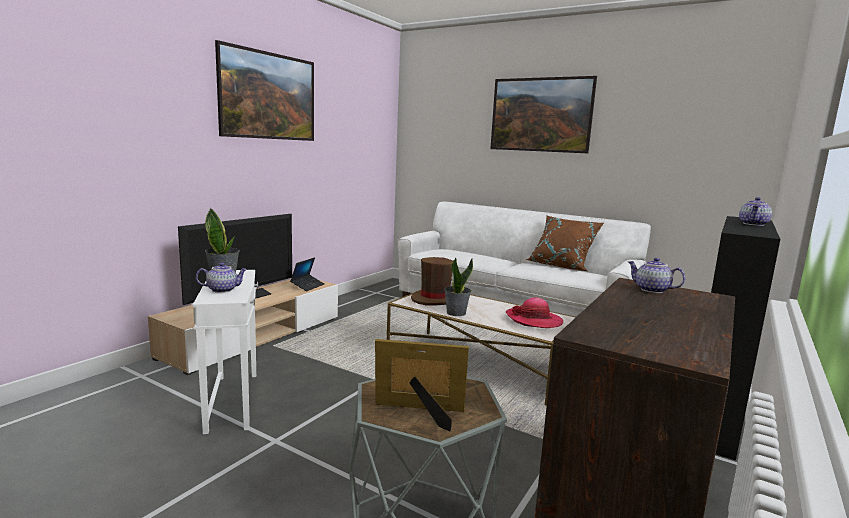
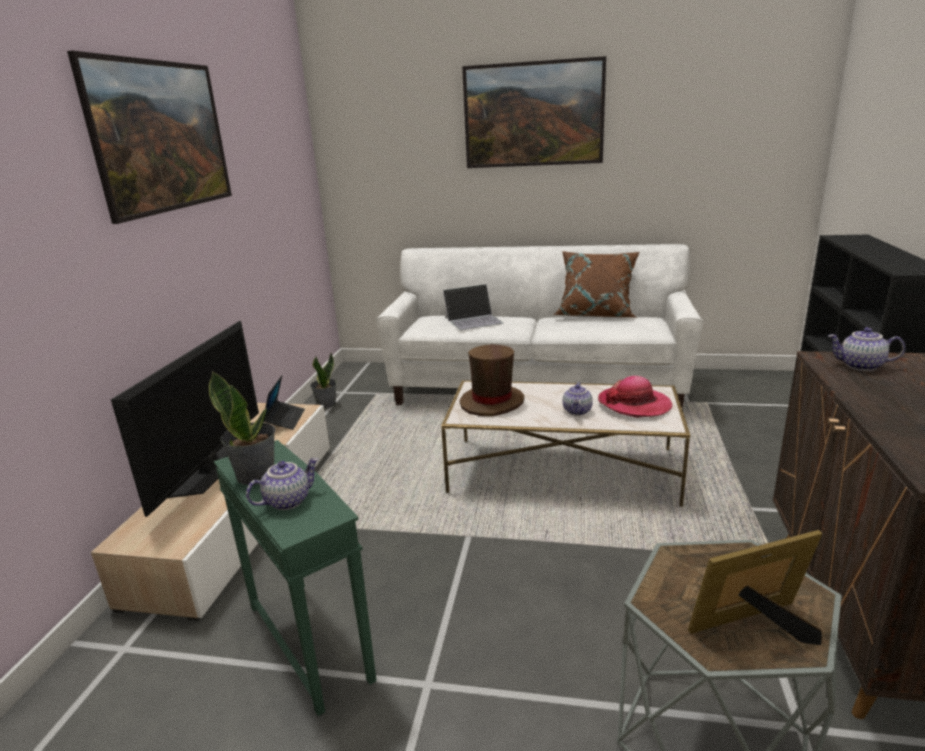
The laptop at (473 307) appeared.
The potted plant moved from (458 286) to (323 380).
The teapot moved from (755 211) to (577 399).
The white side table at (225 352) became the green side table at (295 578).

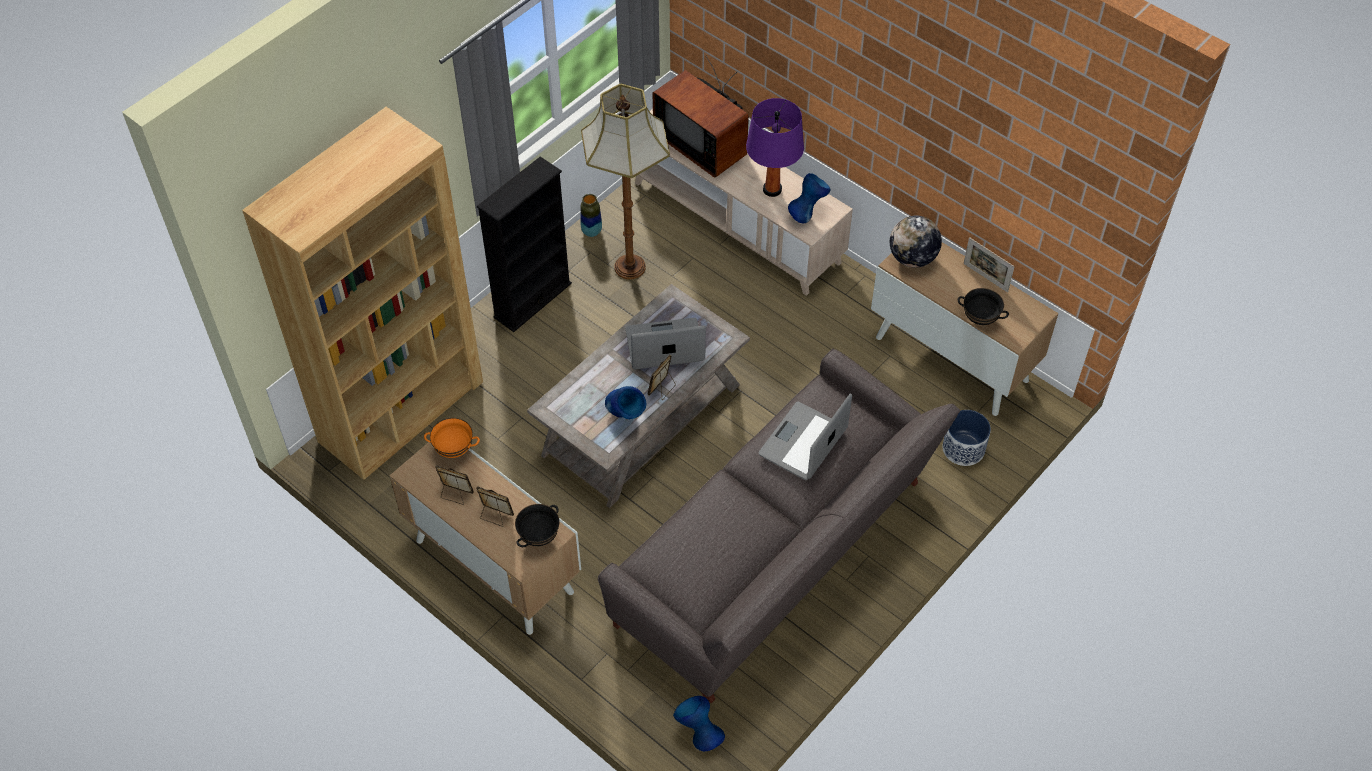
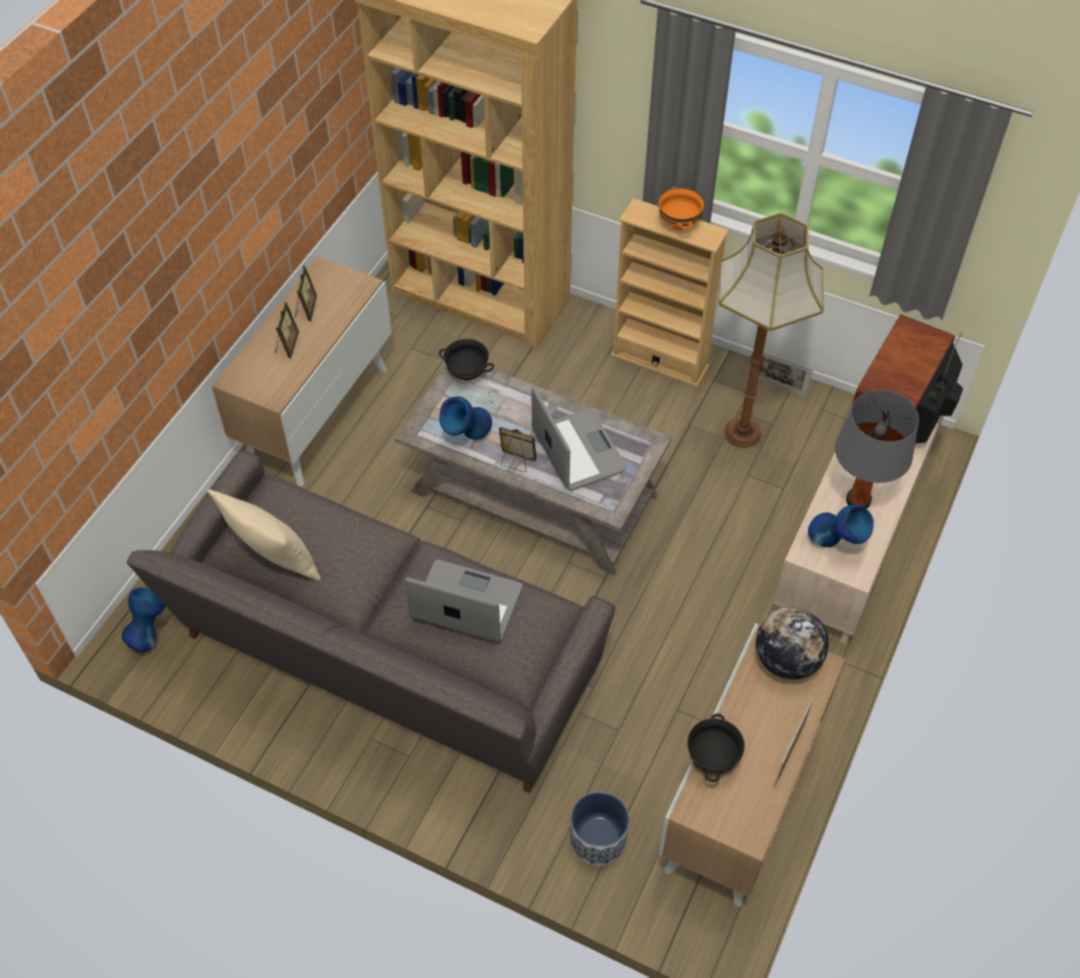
The beige pillow at (264 534) appeared.
The orange bowl moved from (452 438) to (681 208).
The black bowl moved from (537 525) to (466 359).
The vase at (591 215) was replaced by the picture frame at (785 374).
The black bookcase at (524 244) became the beige bookcase at (670 292).
The purple table lamp at (775 147) became the grey table lamp at (877 449).

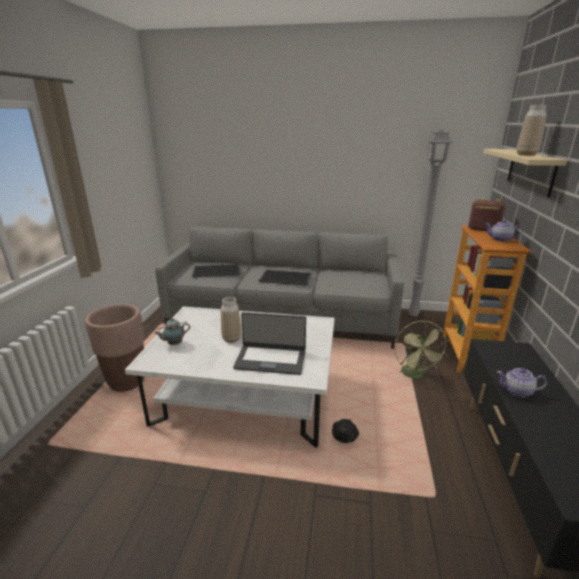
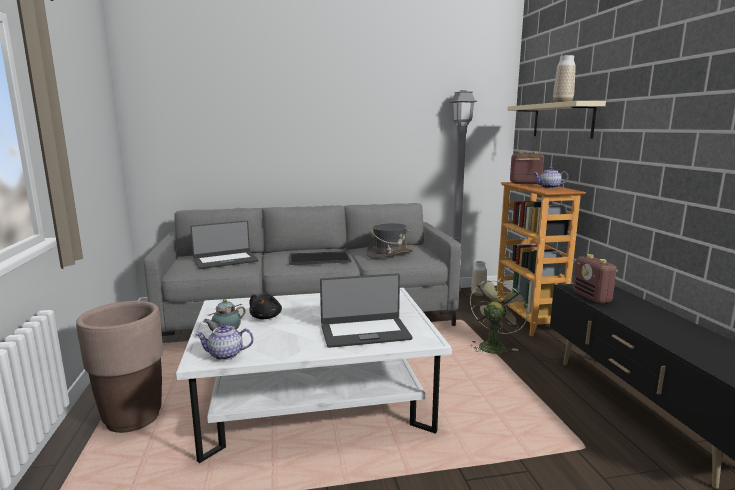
The grey hat at (389 241) appeared.
The radio at (595 278) appeared.
The vase moved from (231 320) to (479 278).
The black plush toy moved from (345 431) to (265 306).
The teapot moved from (522 383) to (224 342).
The tray at (216 270) was replaced by the laptop at (224 245).
The green fan at (421 350) turned 120 degrees counterclockwise.

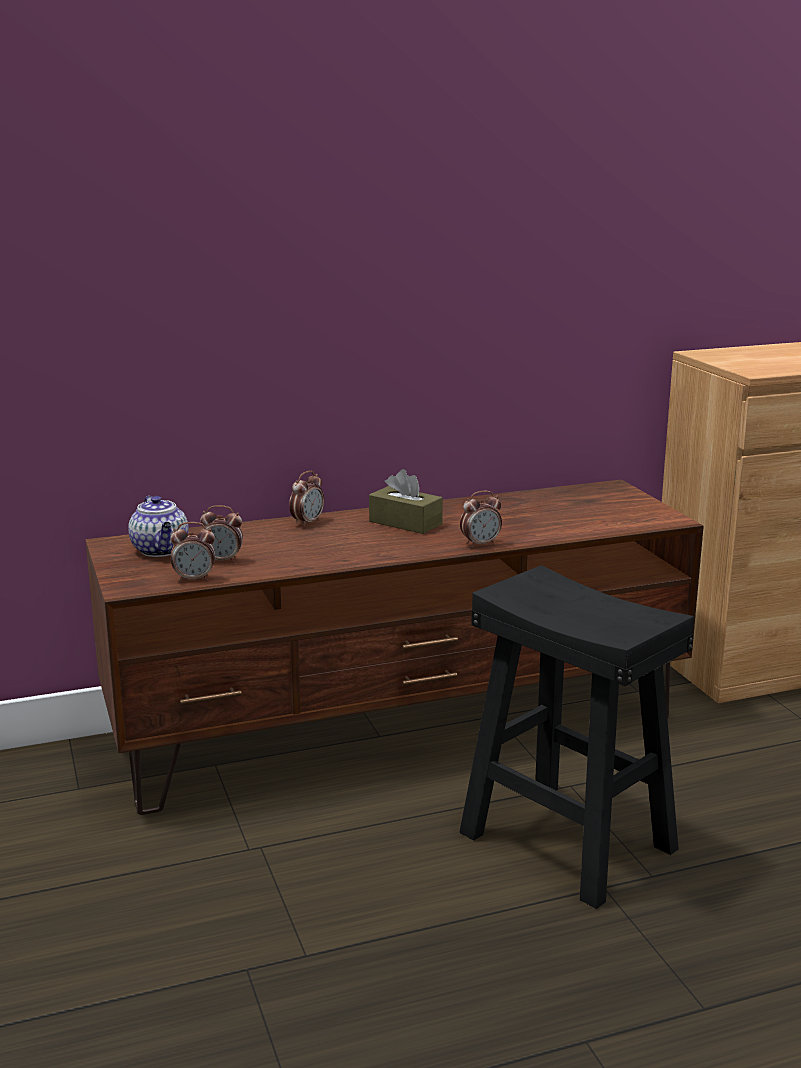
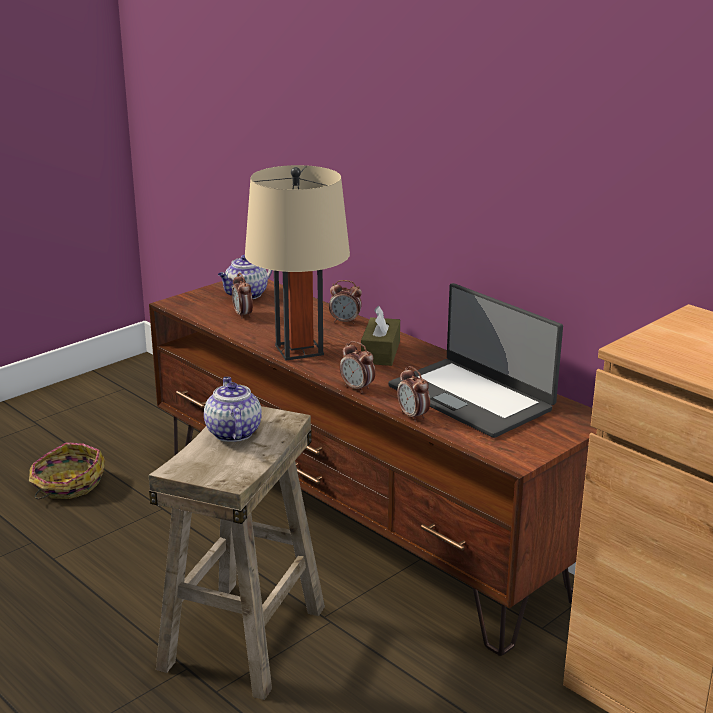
The basket at (67 470) appeared.
The teapot at (233 409) appeared.
The beige table lamp at (297 262) appeared.
The laptop at (475 360) appeared.
The alarm clock moved from (193 552) to (413 394).
The black stool at (576 737) became the beige stool at (237 553).

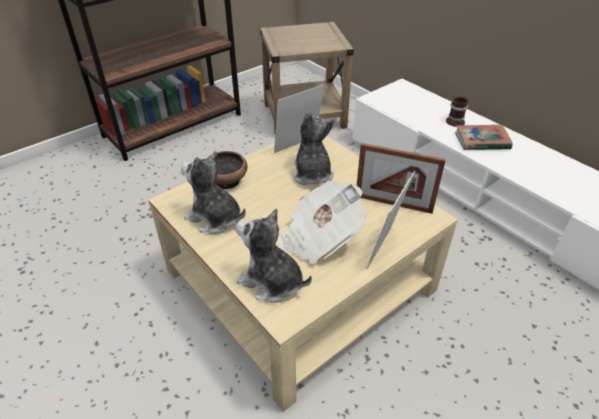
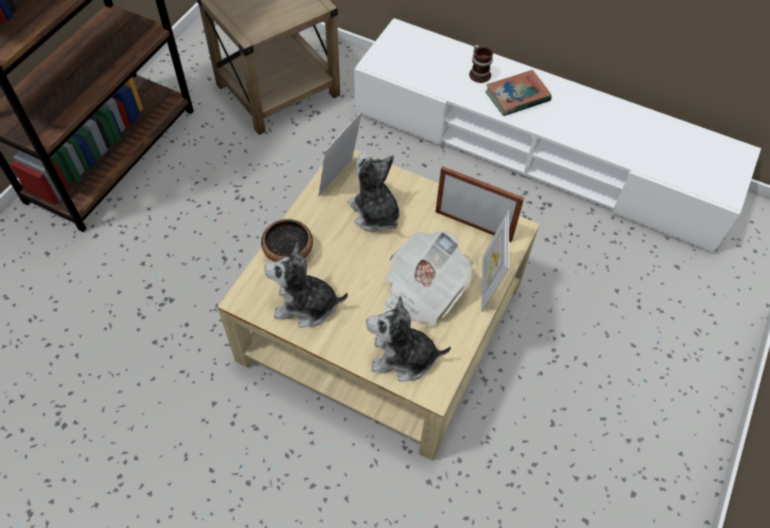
The picture frame at (401 178) turned 150 degrees counterclockwise.

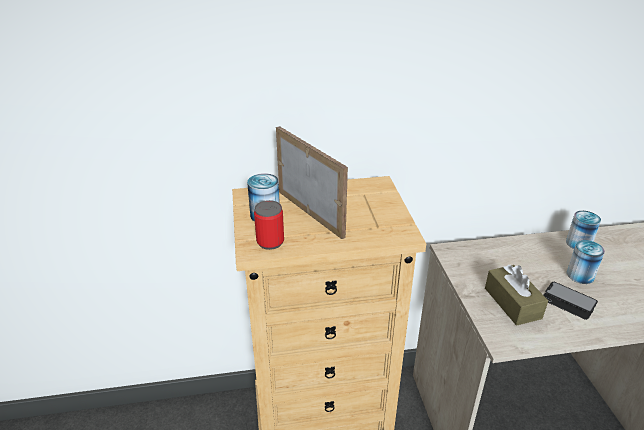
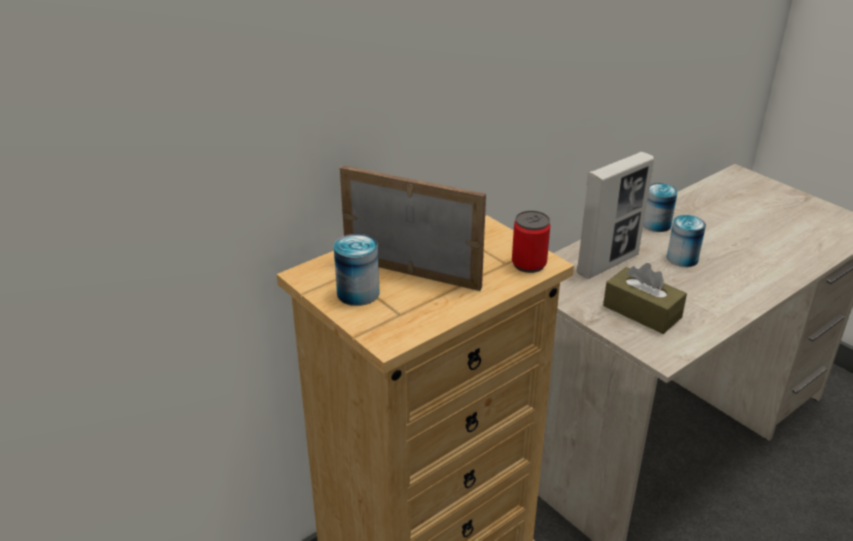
The phone at (571 301) disappeared.
The picture frame at (615 215) appeared.
The can moved from (269 225) to (531 242).

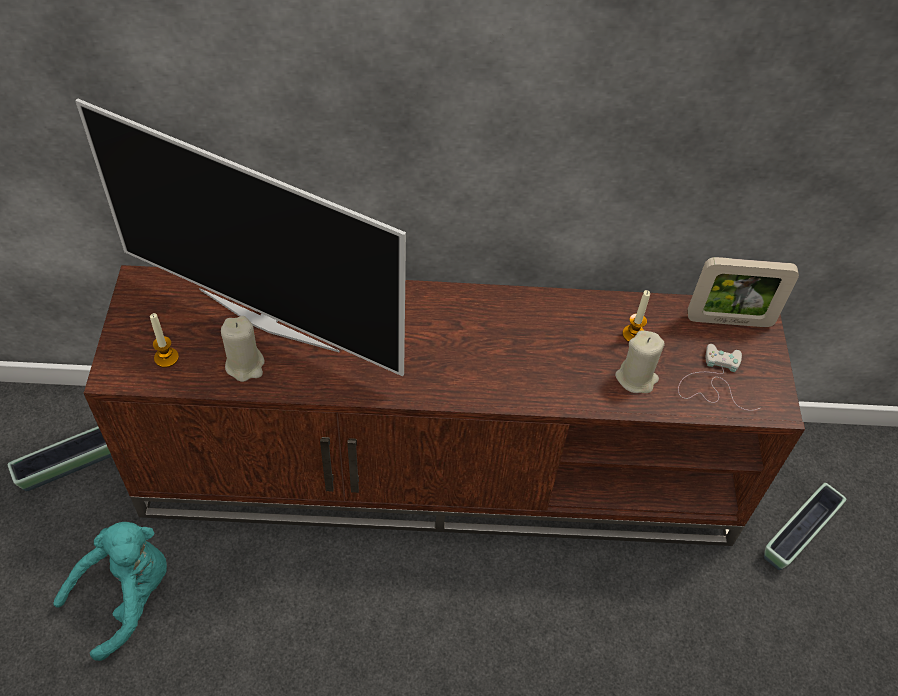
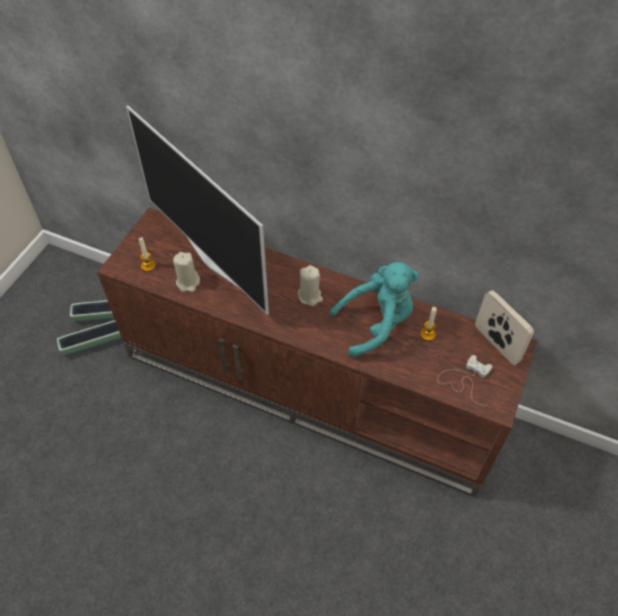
The turquoise plush toy moved from (110 591) to (374 310).
The beige candle moved from (640 361) to (310 285).
The planter moved from (805 526) to (89 338).
The picture frame at (743 292) turned 150 degrees counterclockwise.

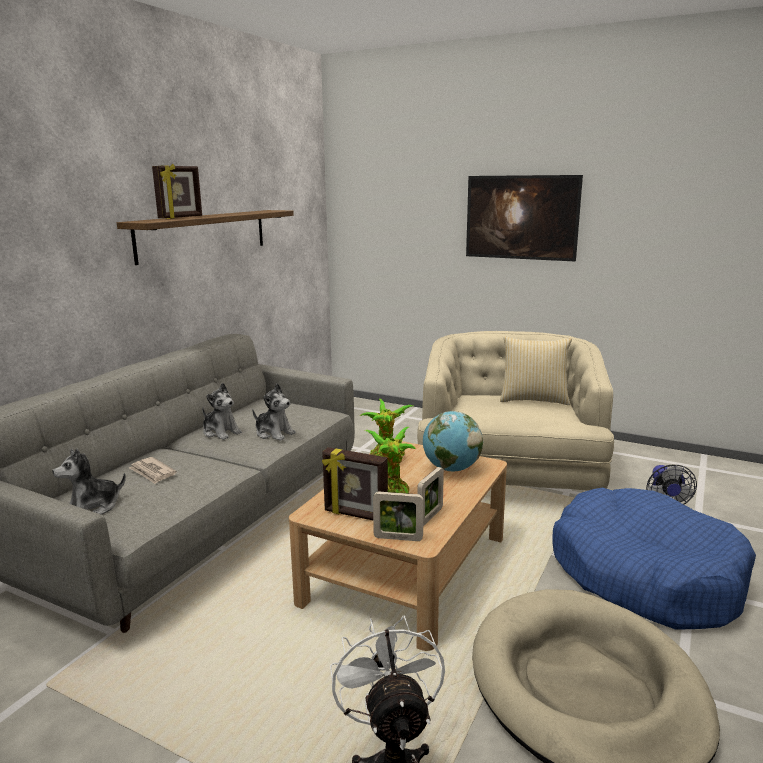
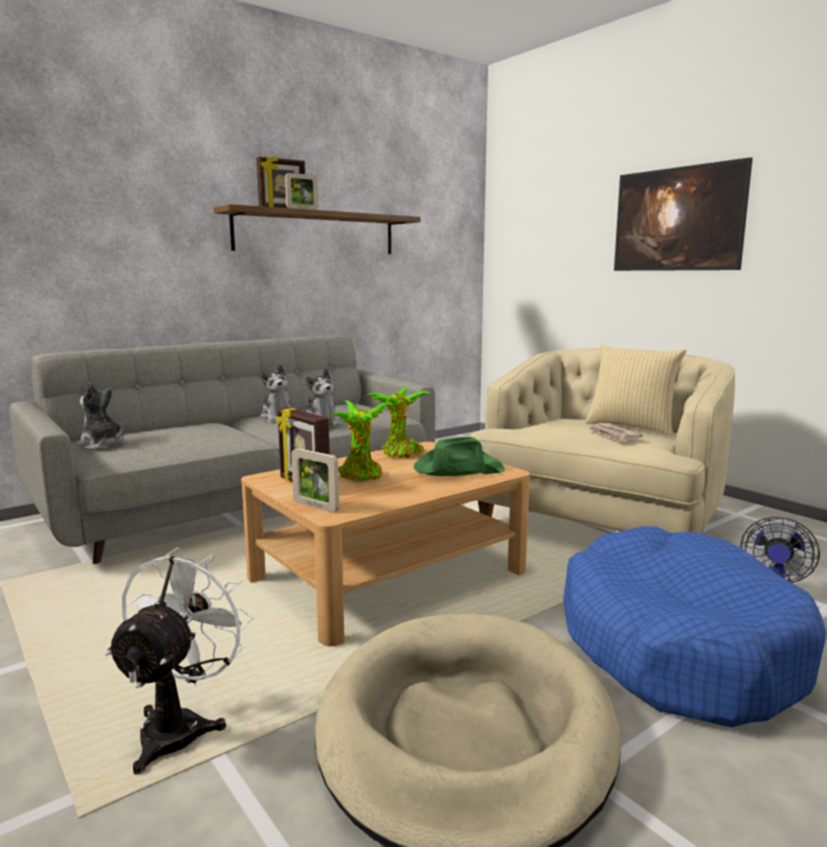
The newspaper moved from (153 470) to (615 433).
The picture frame moved from (430 496) to (301 191).
The globe at (453 441) was replaced by the green hat at (459 456).
The plush toy at (89 481) turned 45 degrees clockwise.

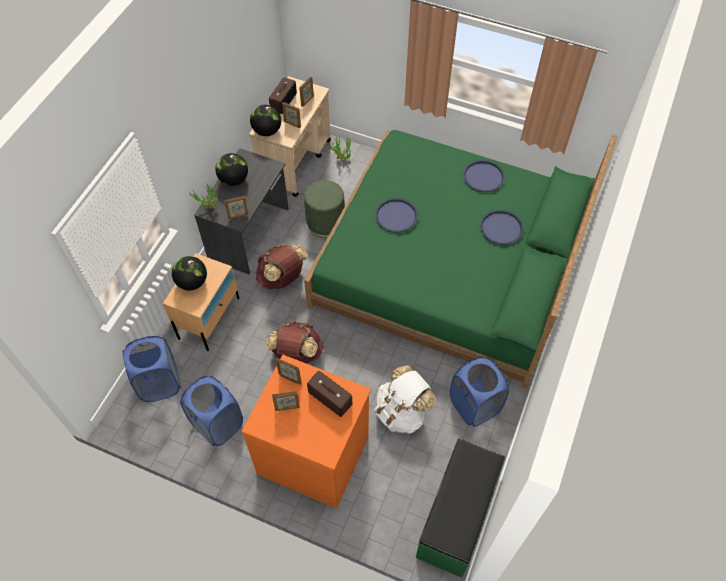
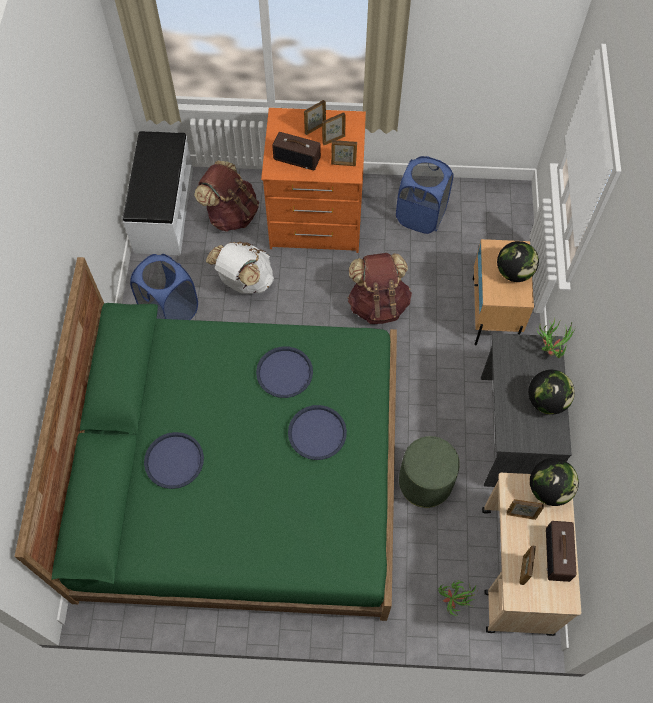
The blue laundry basket at (151 369) disappeared.
The picture frame moved from (236 207) to (315 117).
The brown backpack moved from (282 266) to (226 196).
The blue tray moved from (484 176) to (284 372).
The green bench at (460 508) became the white bench at (158 193).

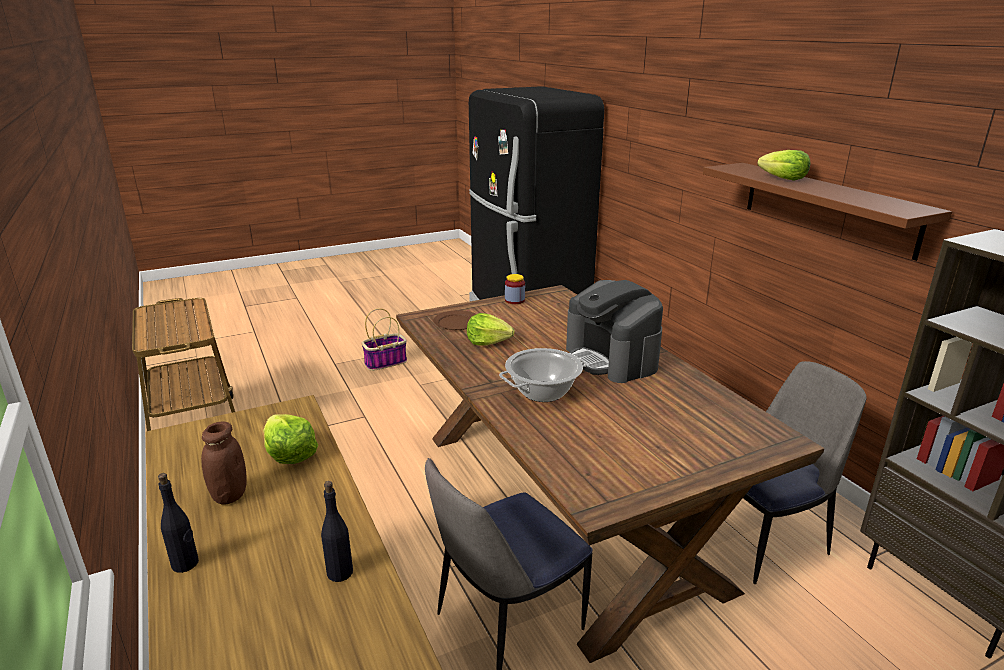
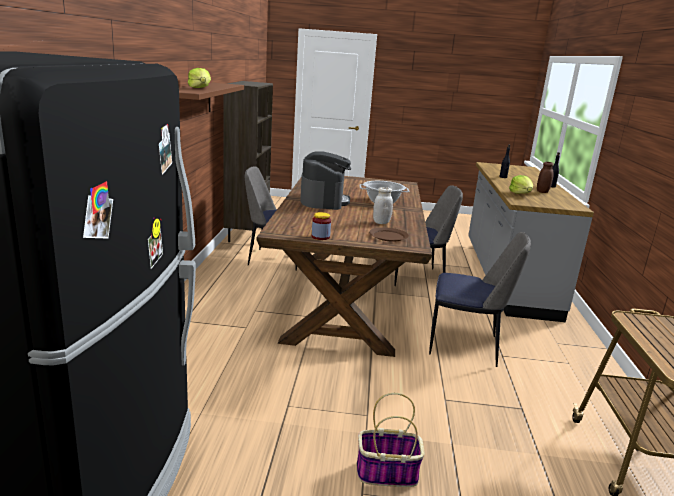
The chair at (480 299) appeared.
The lettuce at (491 329) was replaced by the white jar at (383 205).

